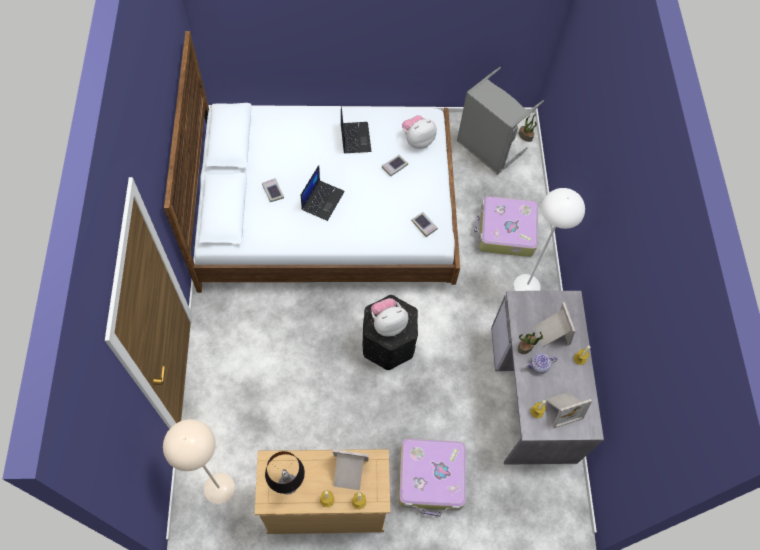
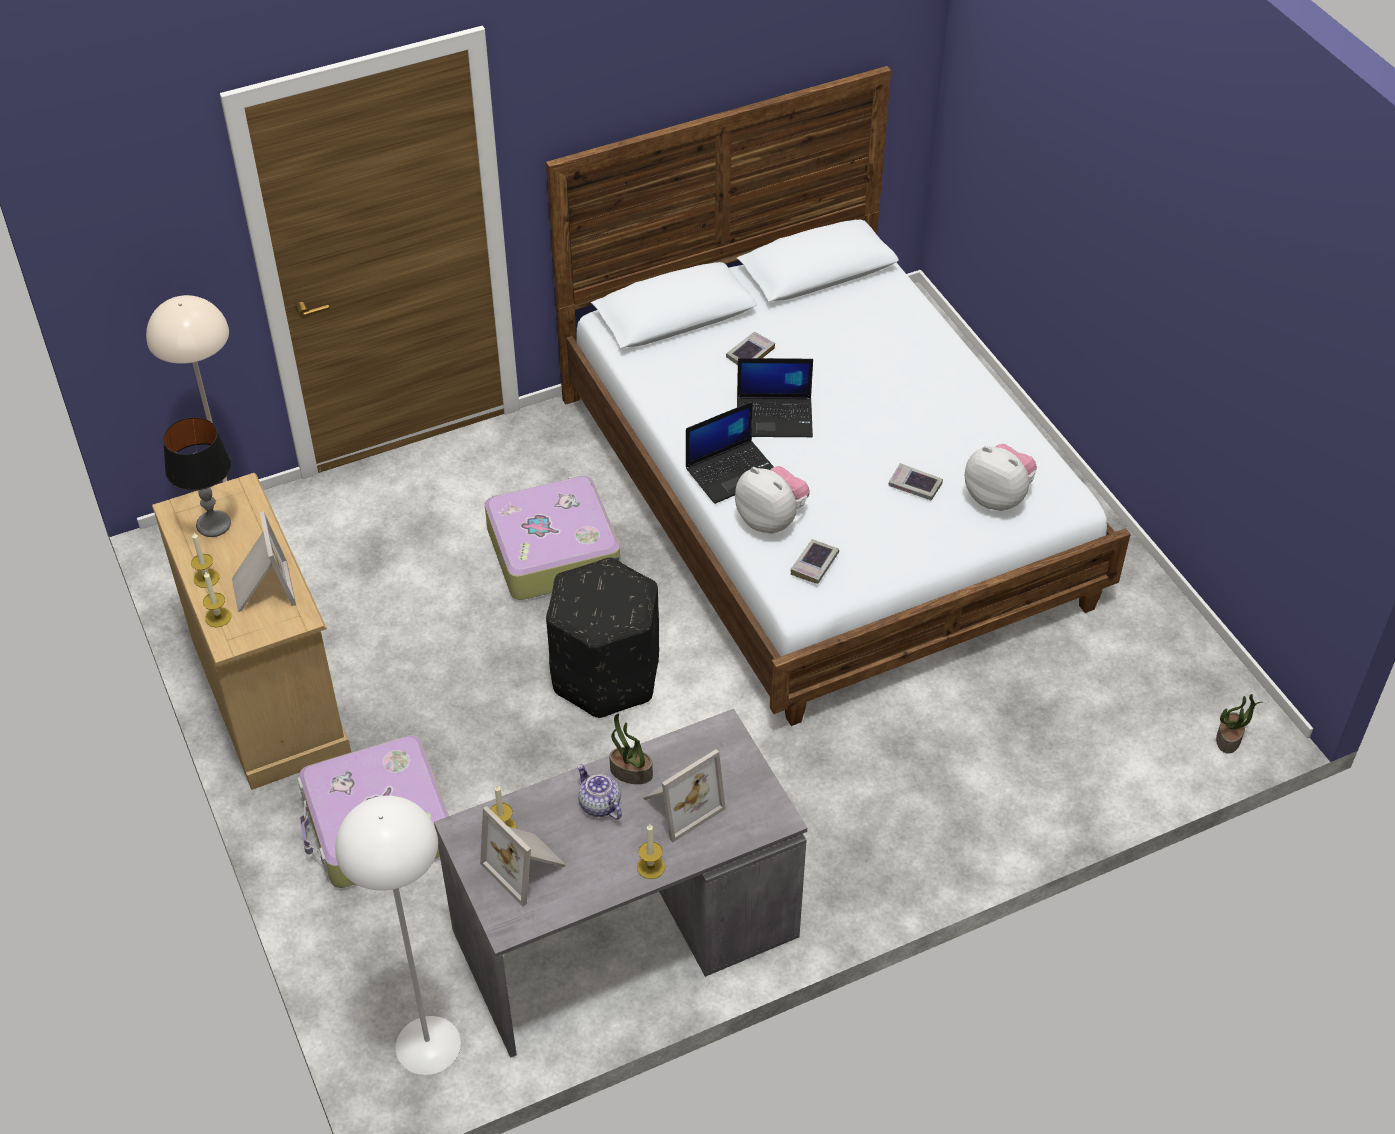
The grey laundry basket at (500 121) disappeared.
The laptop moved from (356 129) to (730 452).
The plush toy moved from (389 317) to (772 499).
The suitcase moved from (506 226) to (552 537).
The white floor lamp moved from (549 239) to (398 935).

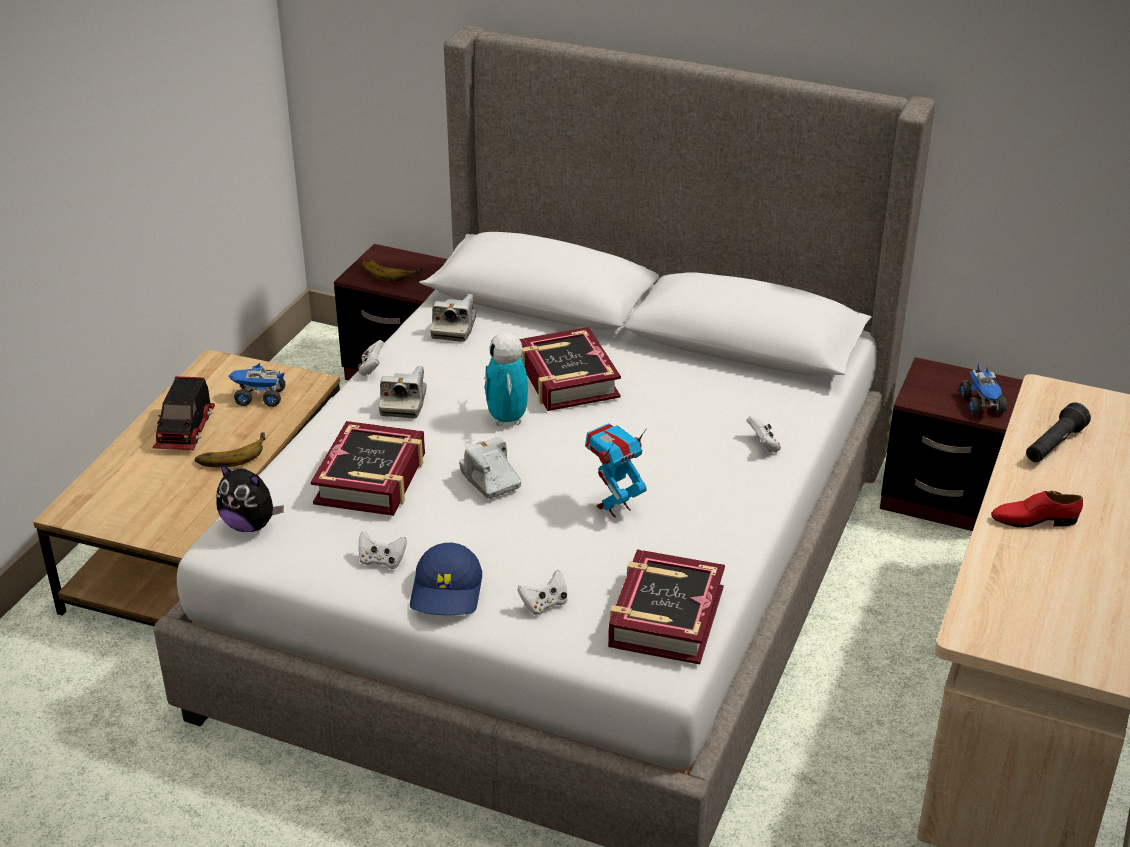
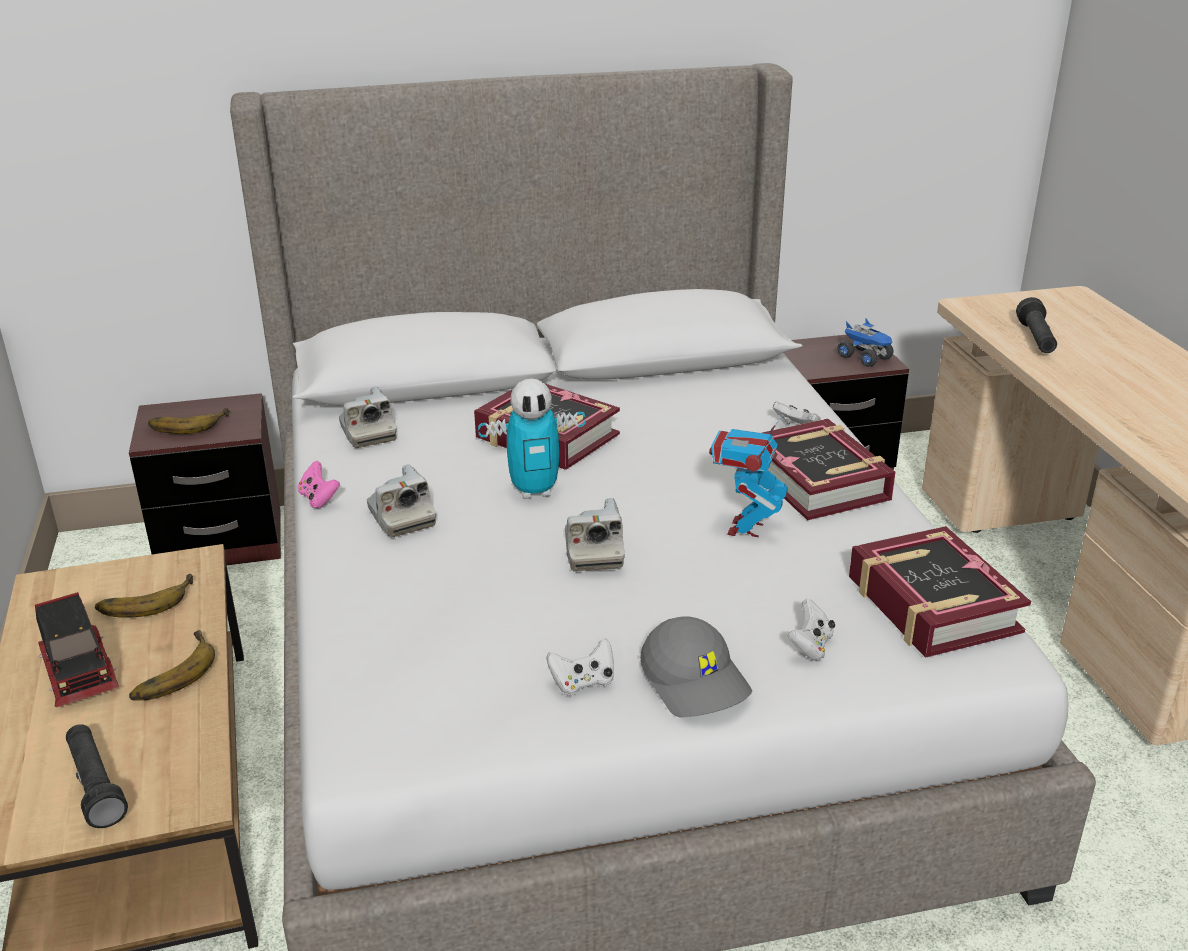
The plush toy at (250 497) disappeared.
The red shoe at (1037 509) disappeared.
The black flashlight at (97 776) appeared.
The book moved from (368 468) to (829 469).
The toy truck at (257 385) was replaced by the banana at (144 596).
The white game controller at (370 358) became the pink game controller at (319 484).
The blue cap at (446 579) became the grey cap at (696 667).
The photo camera at (490 468) turned 120 degrees counterclockwise.
The toy robot at (506 379) turned 60 degrees counterclockwise.

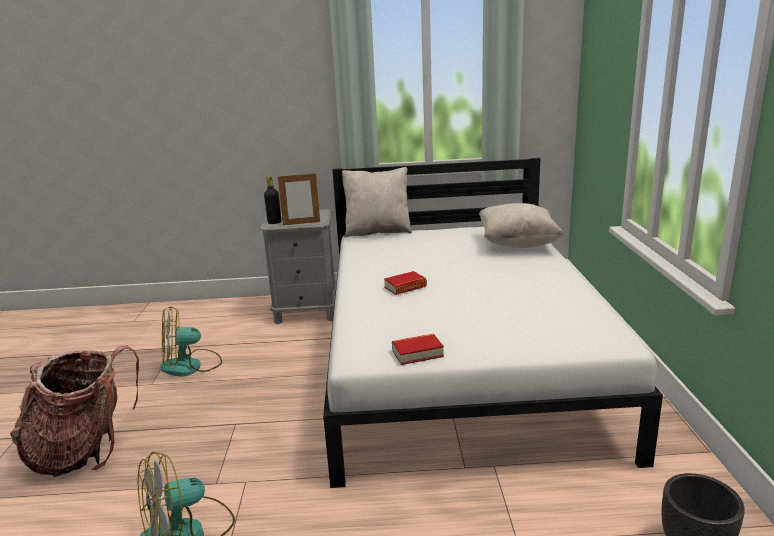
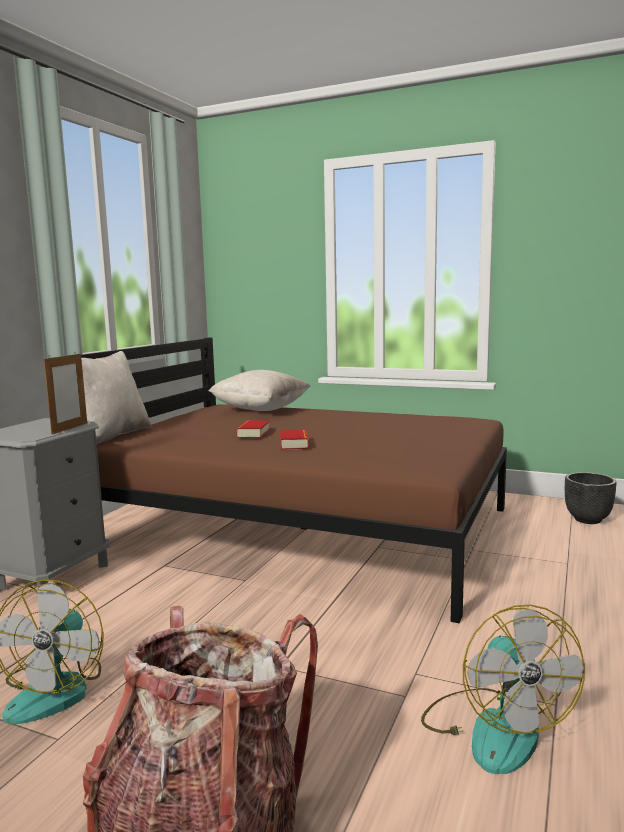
The black bottle at (272 200) disappeared.
The book moved from (418 349) to (253 429).
The white bed at (493 323) became the brown bed at (294 480).

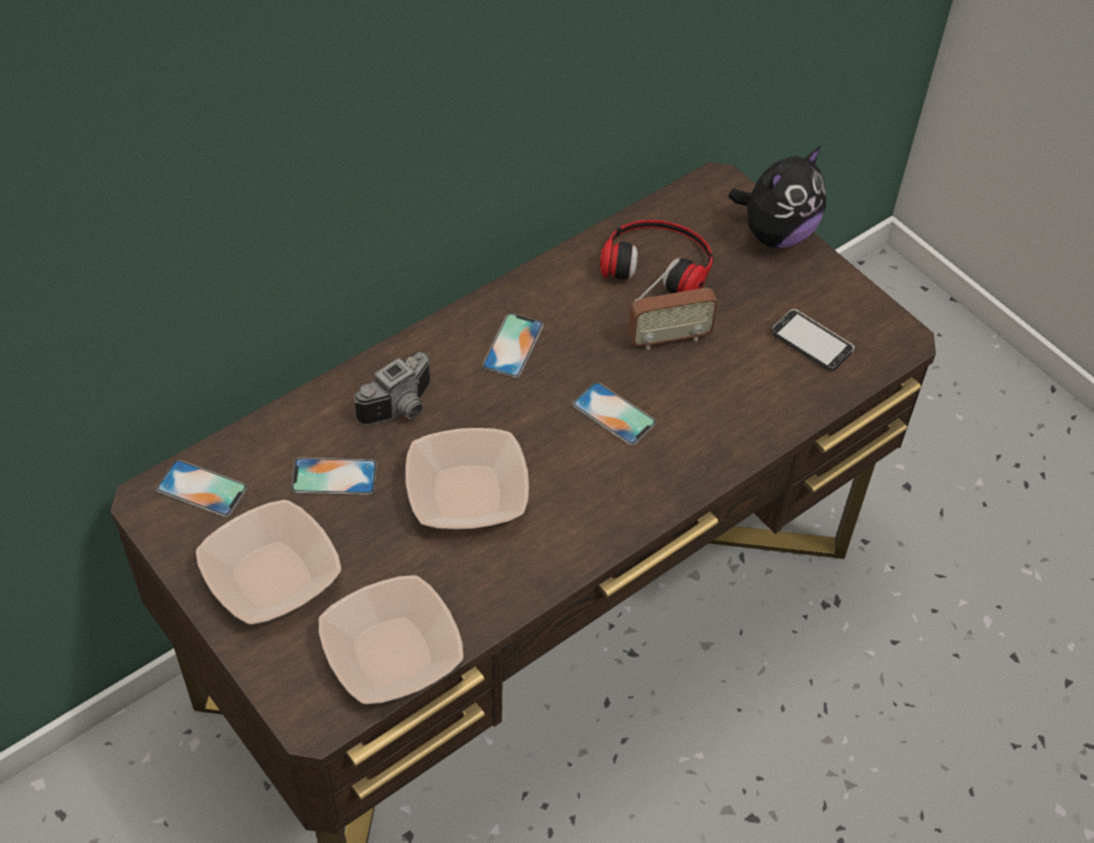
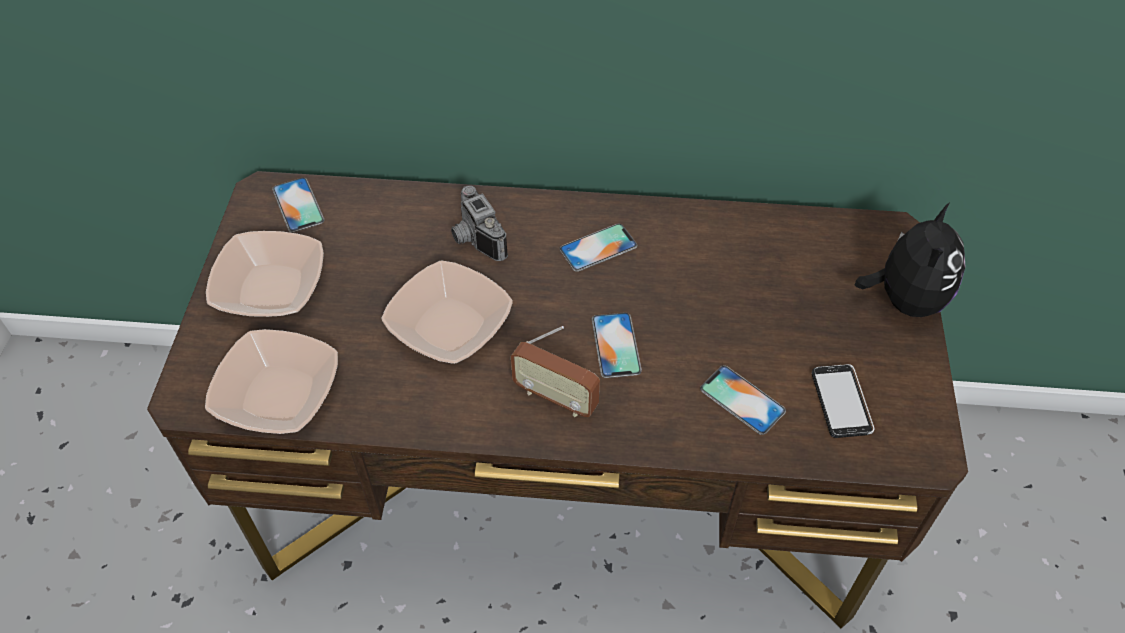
The headphones at (656 257) disappeared.
The phone moved from (334 476) to (743 400).
The radio moved from (673 305) to (555 371).
The photo camera at (392 388) turned 60 degrees clockwise.
The plush toy at (777 197) turned 75 degrees counterclockwise.

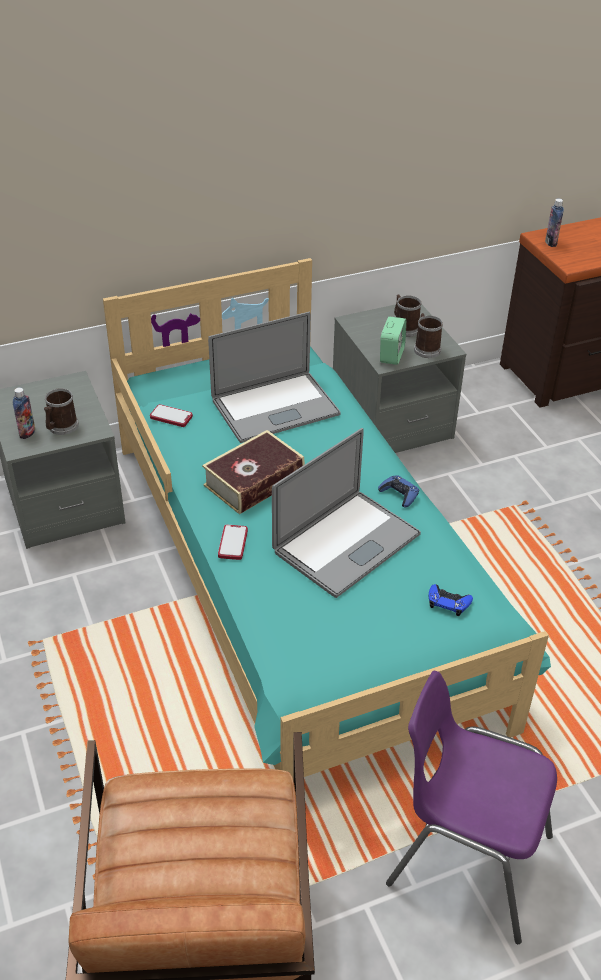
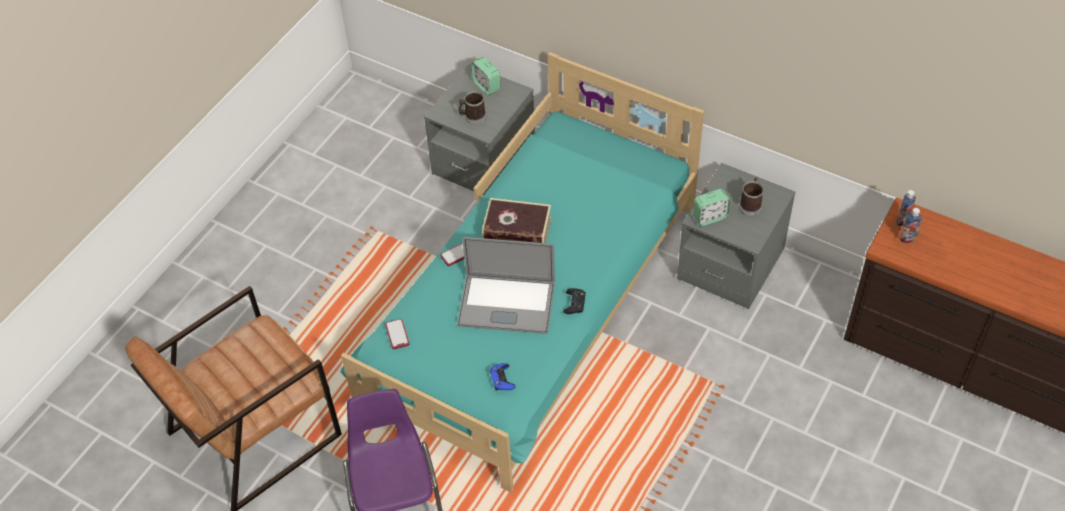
The laptop at (274 377) disappeared.
The mug at (428 335) disappeared.
The alarm clock at (486 76) appeared.
The bottle moved from (24 413) to (911 225).
The phone moved from (171 415) to (397 334).
The blue game controller at (398 491) became the black game controller at (574 301).

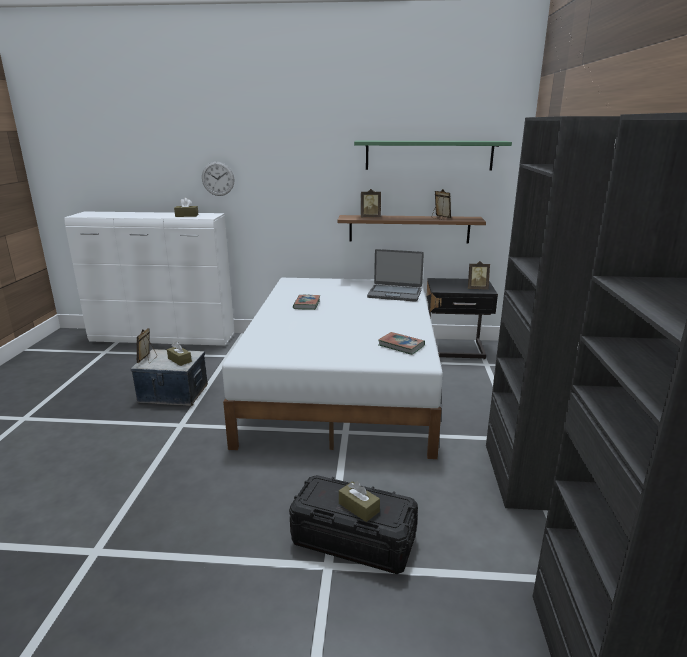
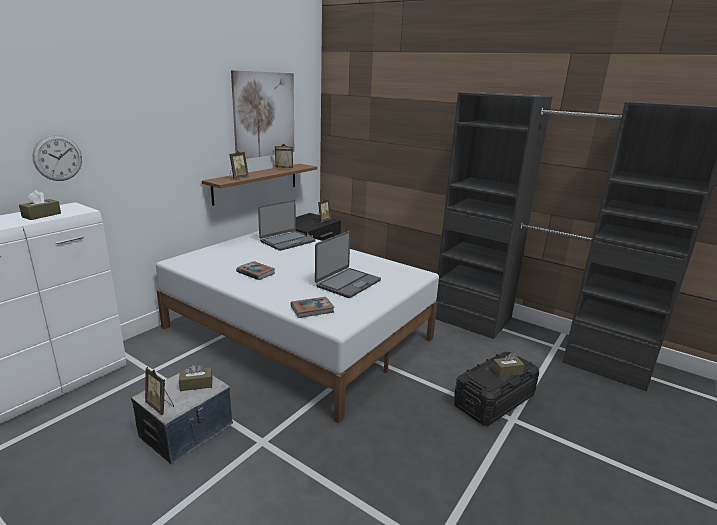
The laptop at (348 264) appeared.
The book moved from (401 343) to (313 307).
The green shelf at (433 156) was replaced by the picture at (262 114).

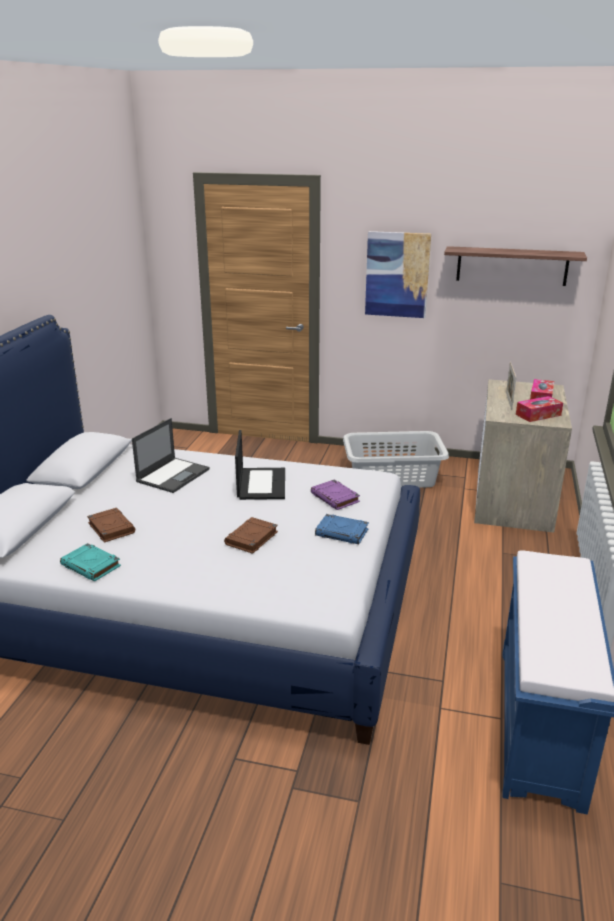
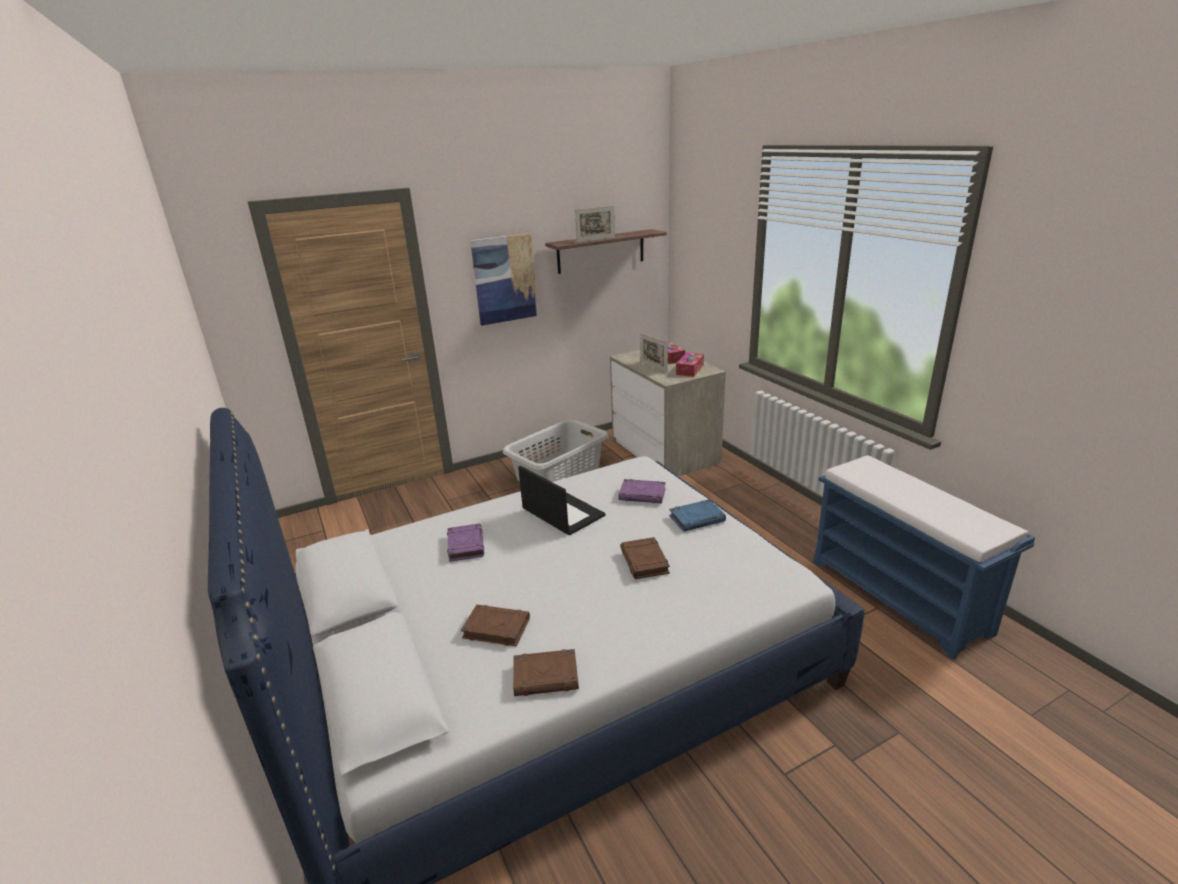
The picture frame at (595 223) appeared.
The laptop at (170 455) was replaced by the purple book at (465 543).
The turquoise book at (90 562) became the brown book at (546 672).

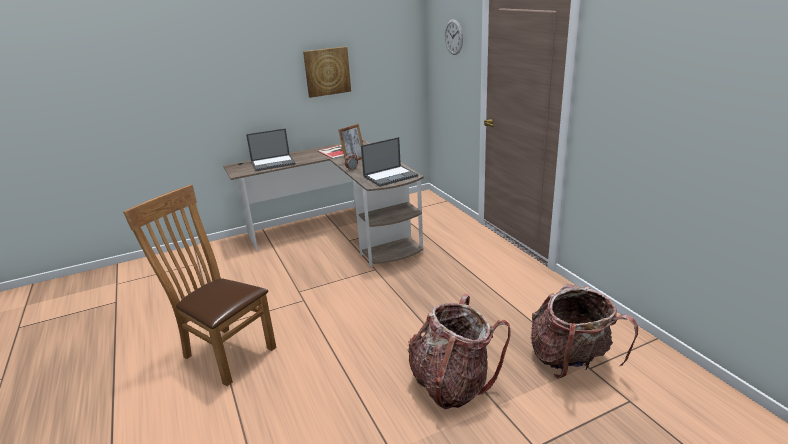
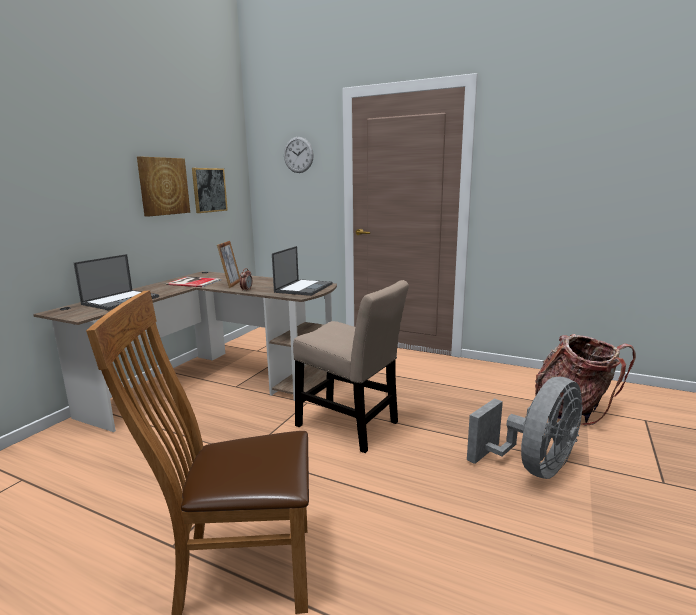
The picture at (210 190) appeared.
The beige chair at (351 366) appeared.
The backpack at (459 352) was replaced by the grey fan at (525 428).

